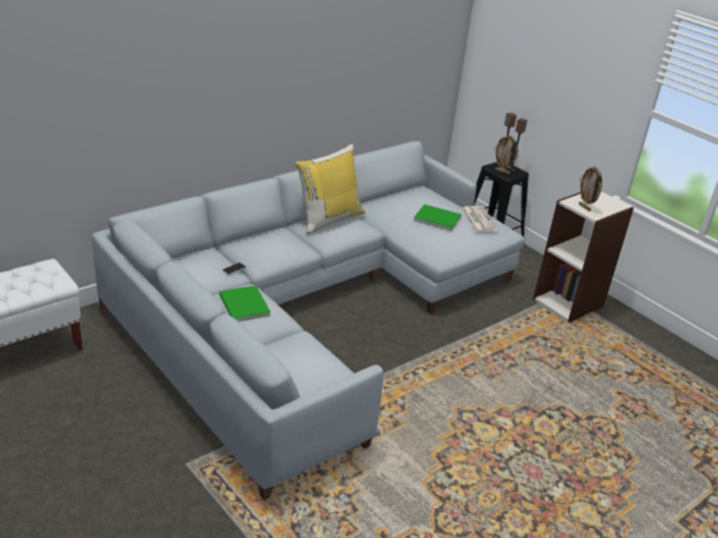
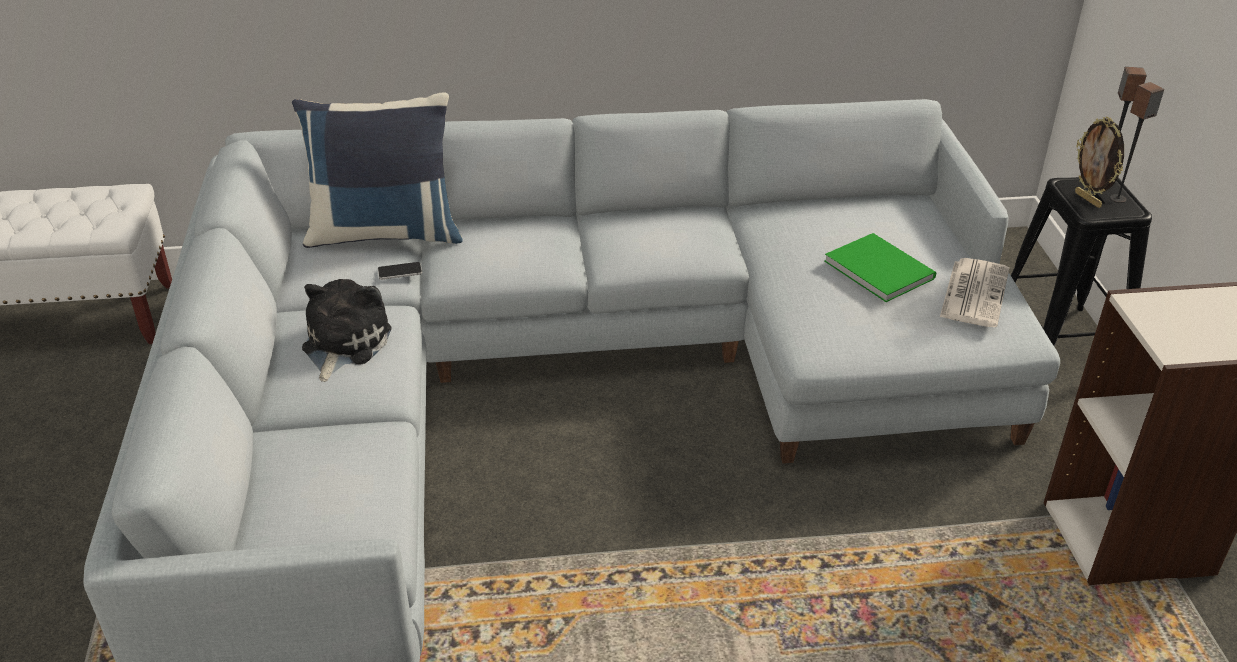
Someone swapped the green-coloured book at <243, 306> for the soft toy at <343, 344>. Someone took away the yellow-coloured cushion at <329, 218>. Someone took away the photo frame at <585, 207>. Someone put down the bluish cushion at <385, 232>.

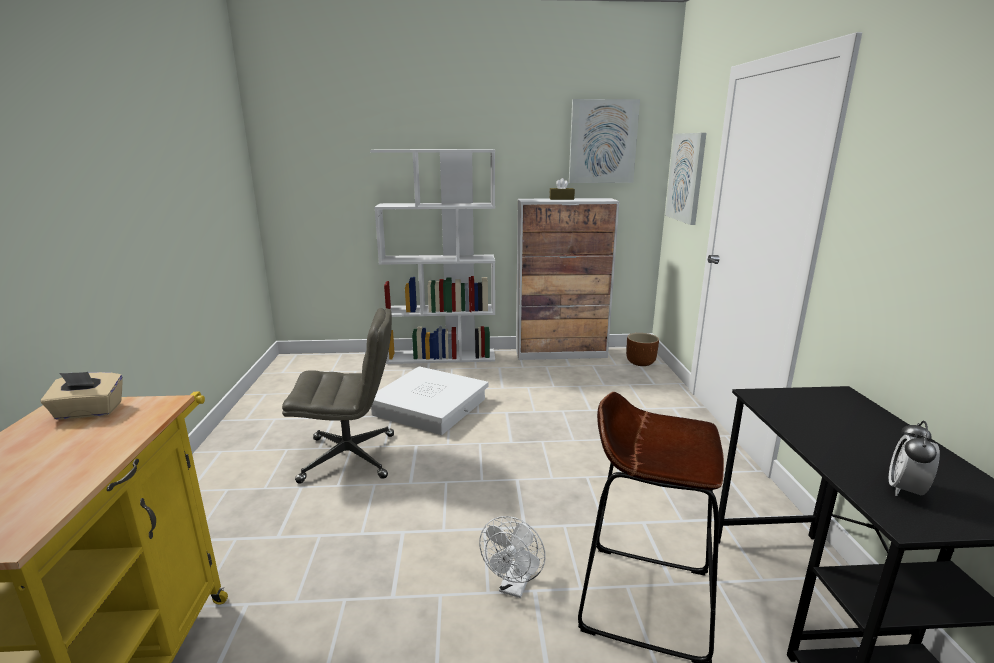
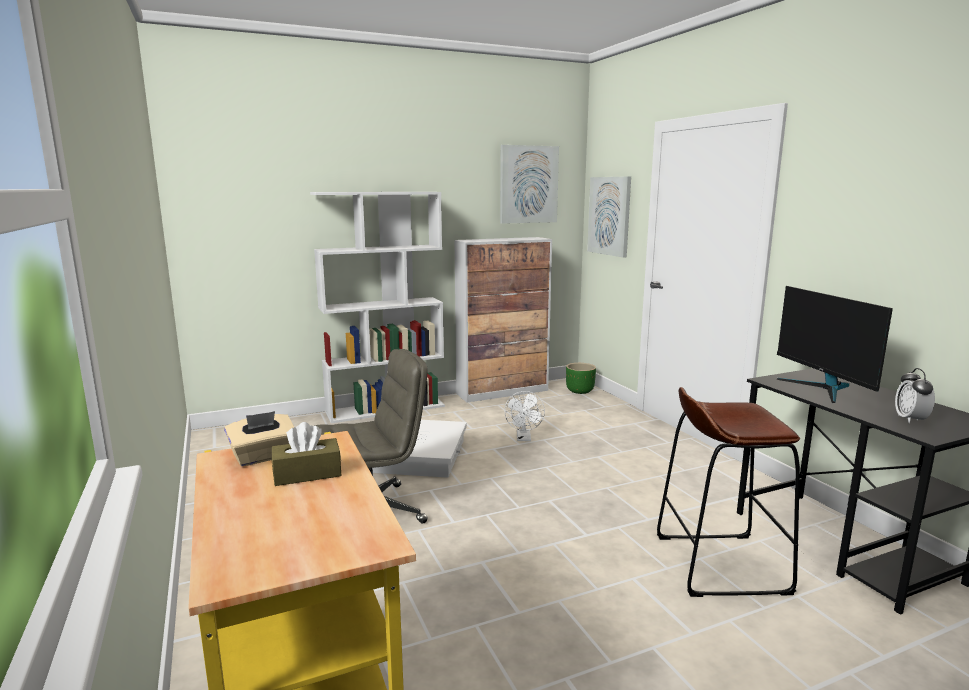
Someone carried the white-coloured cooling fan from <514, 587> to <524, 438>. Someone carried the brown-coloured box of tissues from <561, 199> to <307, 474>. Someone repainted the brown-coloured plant pot at <640, 362>, which became the green-coloured plant pot at <579, 391>. Someone put down the monitor at <823, 388>.

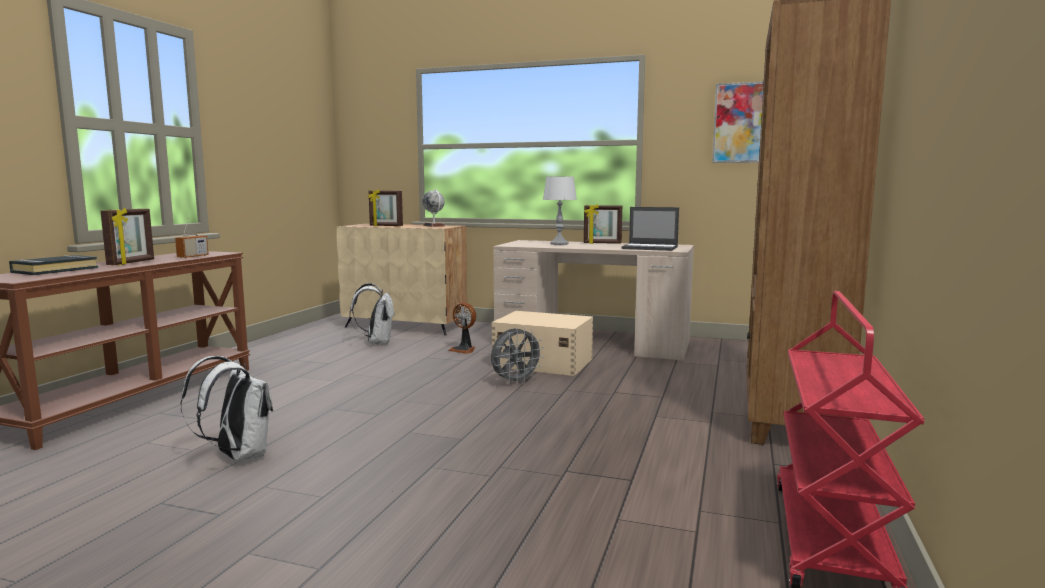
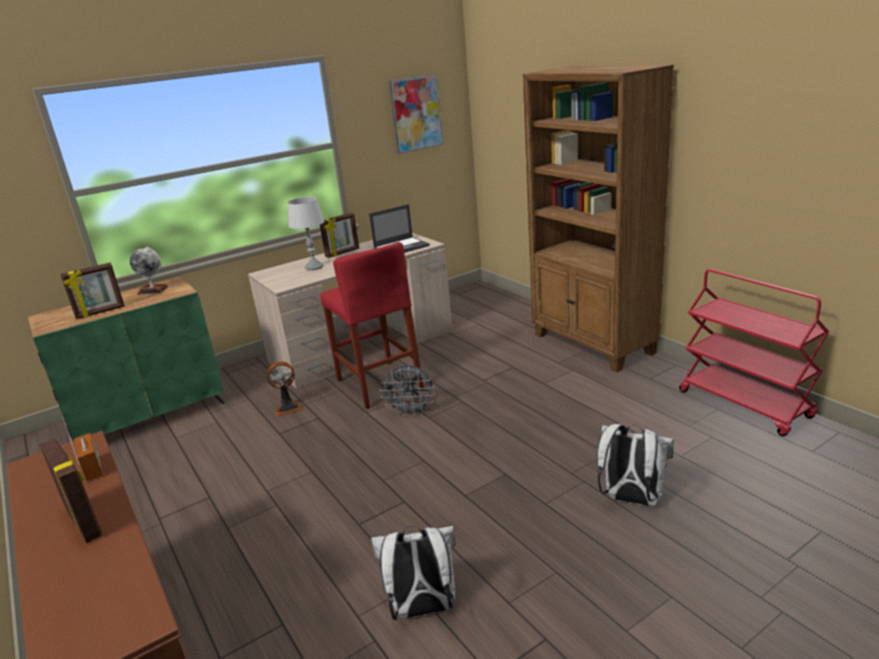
Someone took away the black book at <55, 270>. Someone repainted the sand-coloured cabinet at <406, 326>, which became the green-coloured cabinet at <151, 416>. Someone carried the white-coloured knapsack from <377, 343> to <631, 499>. Someone rotated the grey cooling fan at <515, 382> by 90 degrees clockwise. Someone swapped the sand-coloured storage container at <542, 362> for the red stool seat at <379, 384>.

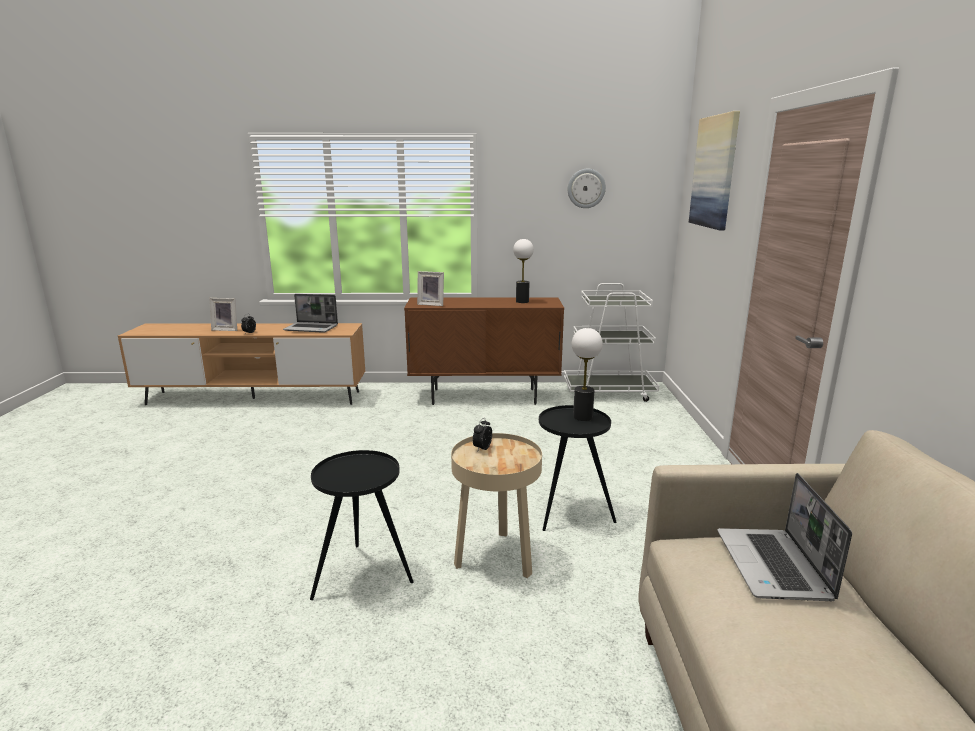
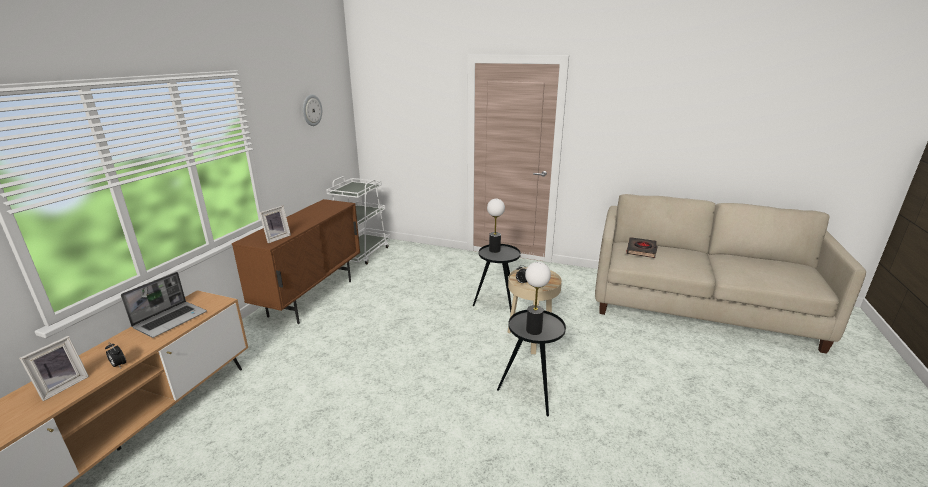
Someone carried the table lamp from <522, 301> to <533, 330>. Someone took away the wall picture at <715, 172>. Someone swapped the laptop at <774, 566> for the black book at <641, 250>.

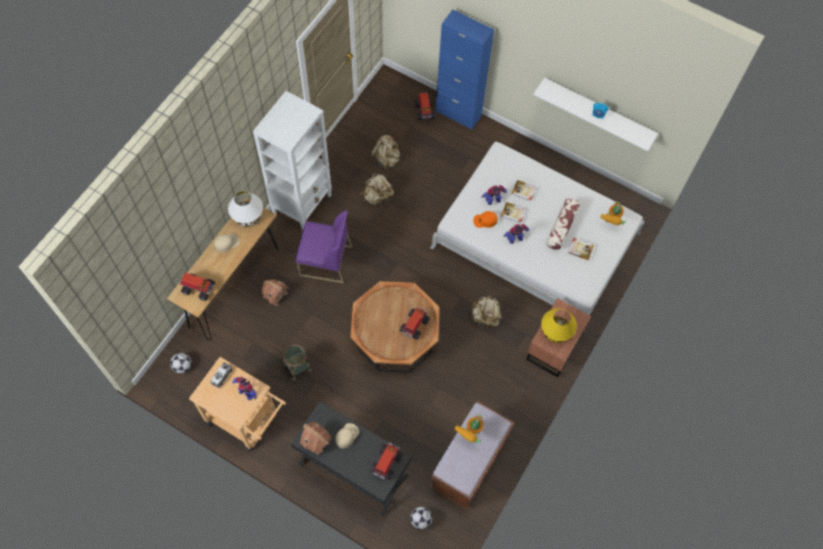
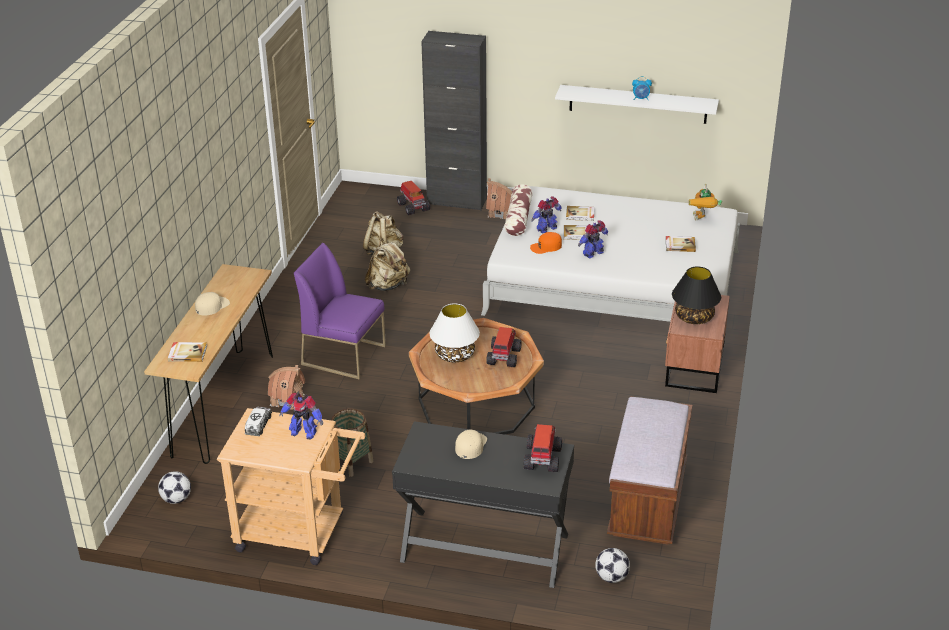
Someone swapped the model truck at <198, 288> for the book at <187, 353>. Someone carried the white-coloured table lamp from <248, 216> to <455, 355>. Someone took away the white-coloured bookshelf at <302, 204>. Someone rotated the purple-coloured chair at <325, 261> by 150 degrees counterclockwise. Someone carried the toy house from <317, 441> to <500, 213>. Someone repainted the bluish cabinet at <458, 113>, which became the black cabinet at <457, 201>. Someone took away the model robot at <470, 434>. Someone took away the sand-coloured knapsack at <485, 317>. Someone repainted the yellow-coloured table lamp at <556, 331>, which became the black table lamp at <694, 317>. Someone carried the cushion from <562, 227> to <518, 218>.

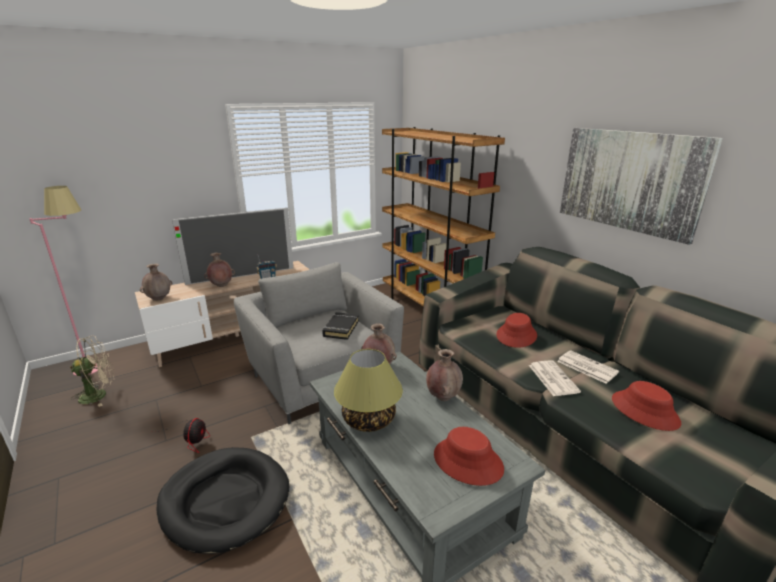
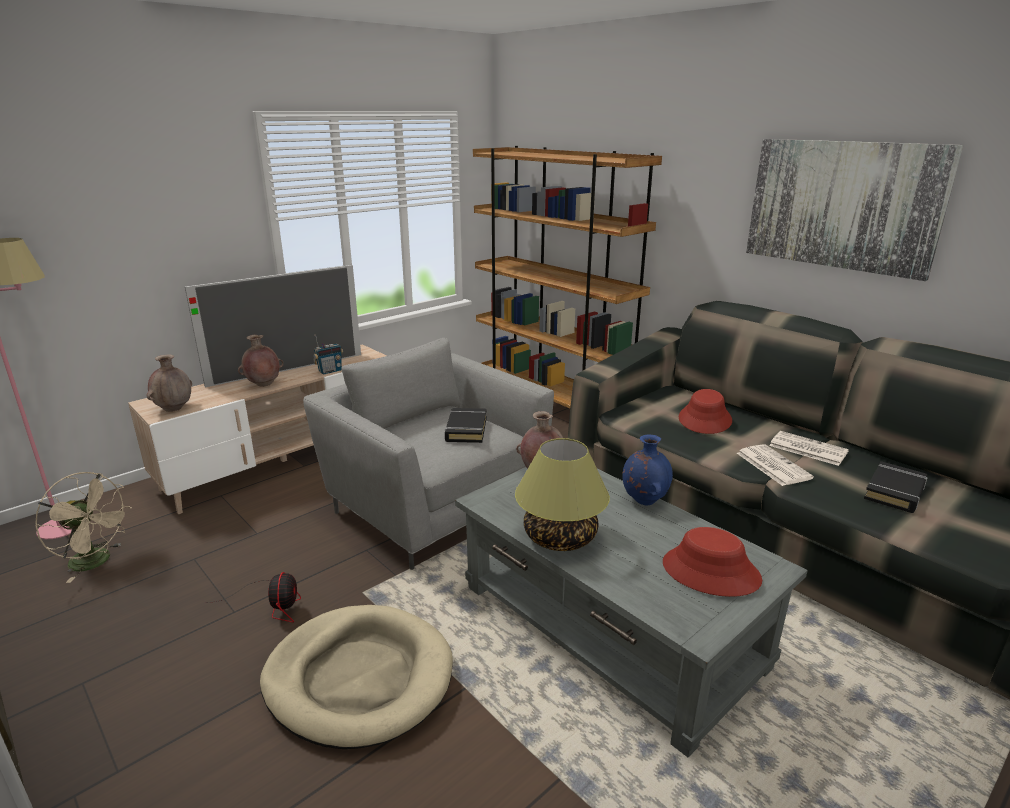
Someone rotated the sand-coloured cooling fan at <99, 395> by 60 degrees clockwise. Someone repainted the black pet bed at <225, 500>, which became the sand-coloured pet bed at <359, 678>. Someone repainted the brown-coloured decorative vase at <443, 396>, which became the bluish decorative vase at <644, 500>. Someone swapped the red hat at <645, 411> for the black book at <895, 492>.

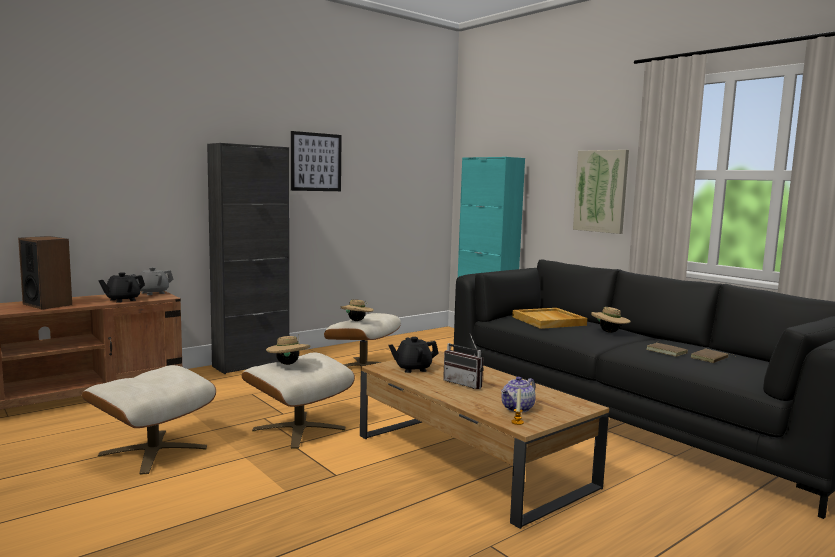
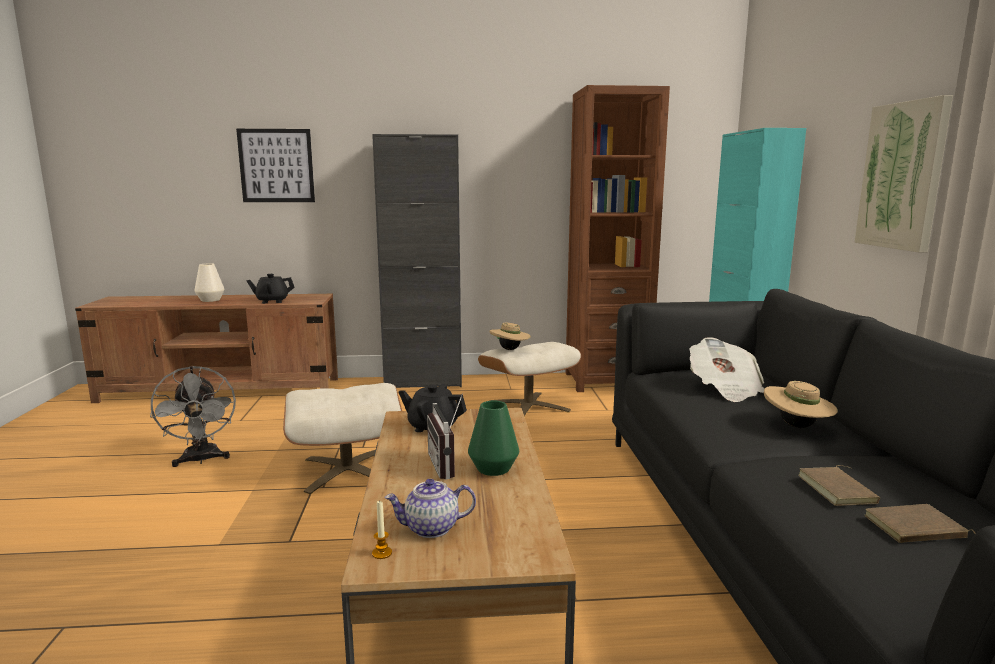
Someone swapped the audio speaker at <47, 304> for the white-coloured decorative vase at <210, 300>. Someone swapped the sand-coloured footrest at <153, 451> for the grey cooling fan at <201, 460>. Someone took away the grey teapot at <152, 293>. Someone took away the sand-coloured hat at <288, 364>. Someone carried the wall picture from <316, 162> to <276, 166>. Someone swapped the sand-coloured serving tray at <549, 321> for the newspaper at <724, 389>. Someone put down the green-coloured decorative vase at <493, 468>. Someone put down the brown-coloured bookshelf at <606, 381>.

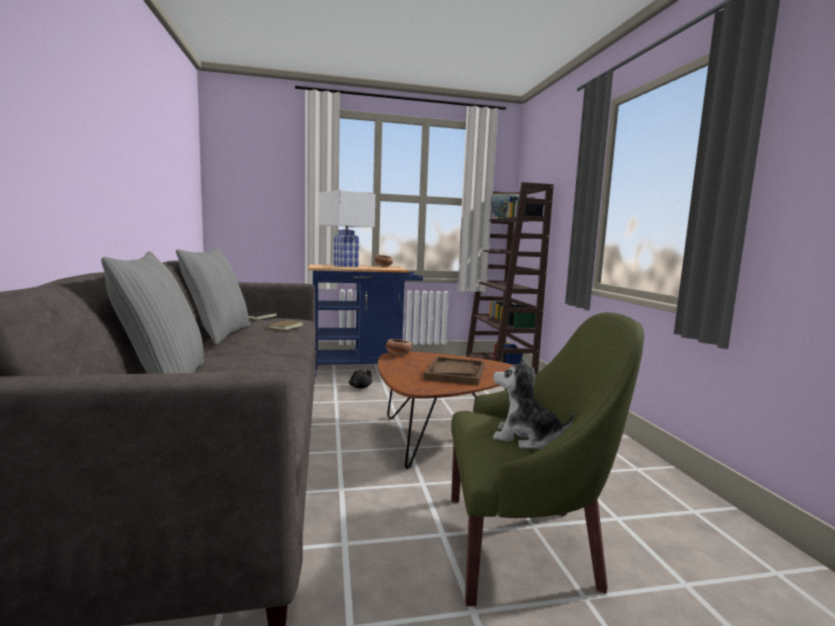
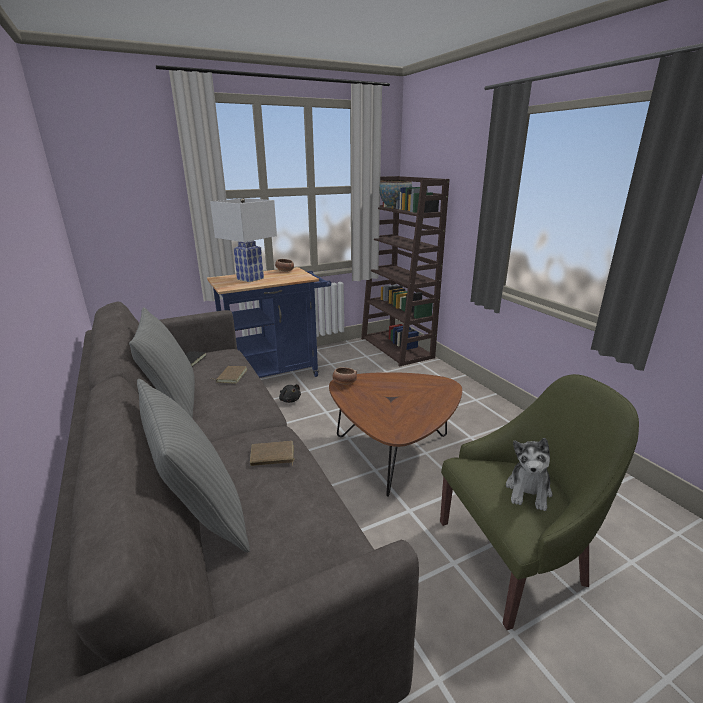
Someone took away the brown-coloured serving tray at <455, 372>. Someone rotated the soft toy at <525, 438> by 75 degrees counterclockwise. Someone put down the brown-coloured book at <272, 457>.

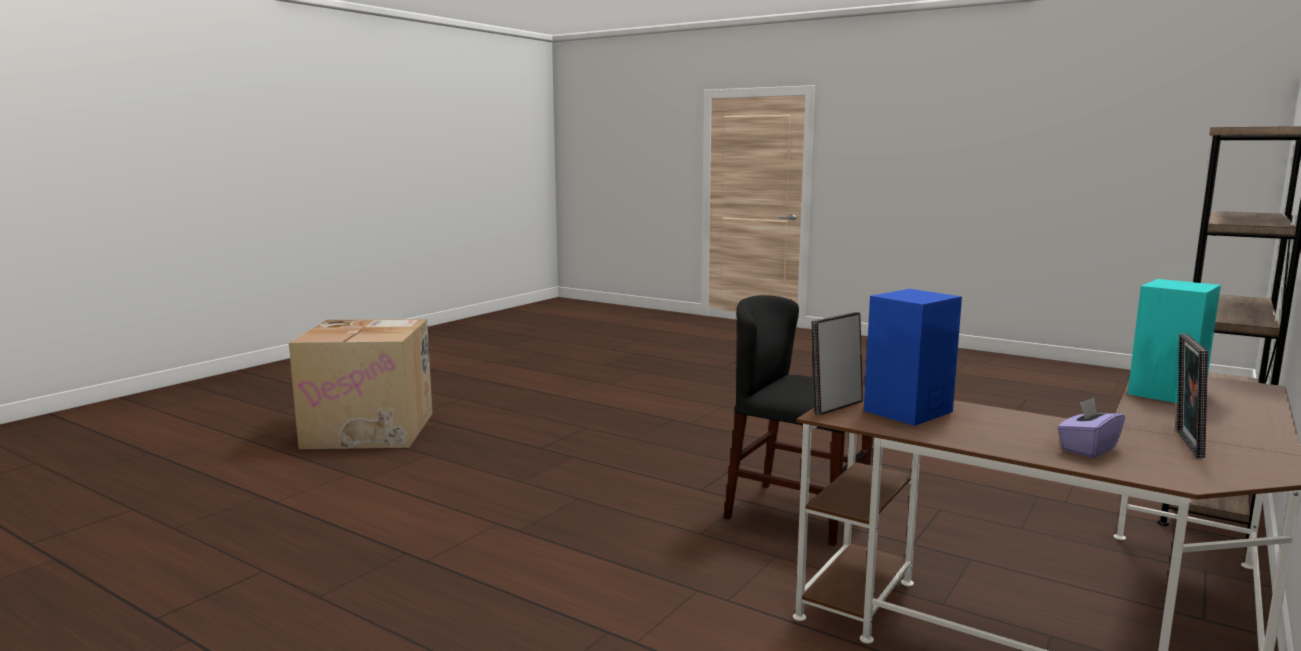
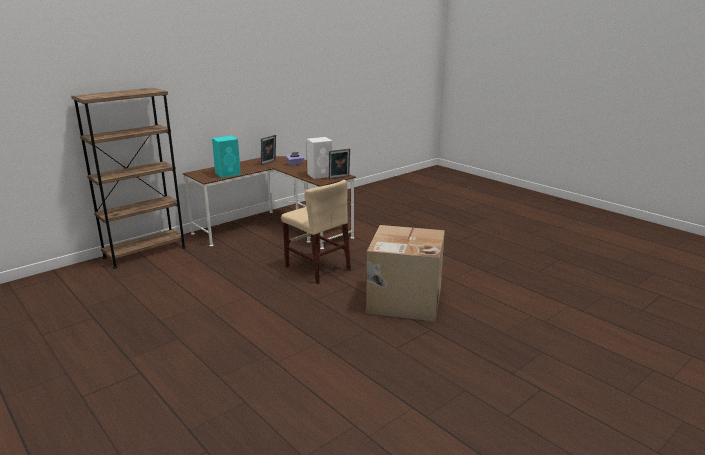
Someone carried the carton from <371, 429> to <403, 301>. Someone repainted the black chair at <796, 513>, which became the sand-coloured chair at <317, 268>. Someone repainted the bluish audio speaker at <906, 412>, which became the white-coloured audio speaker at <320, 175>.

